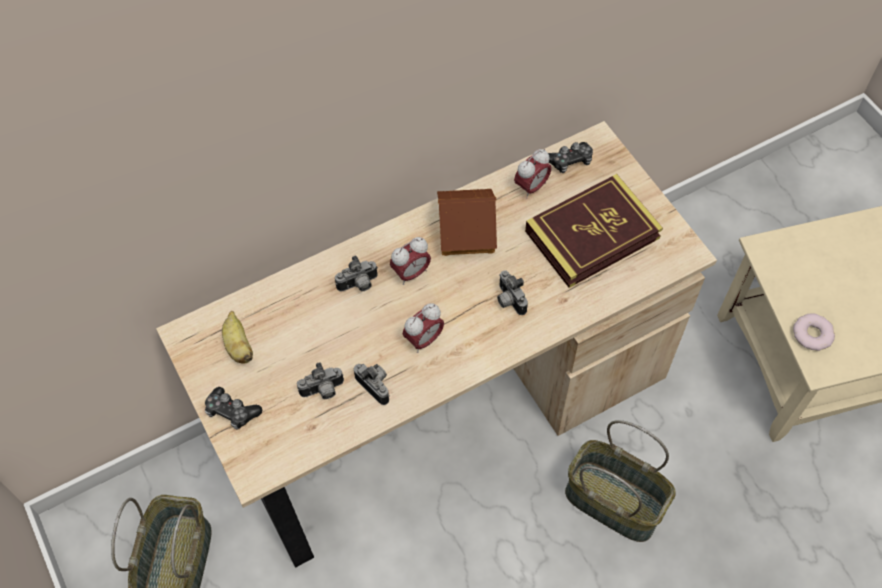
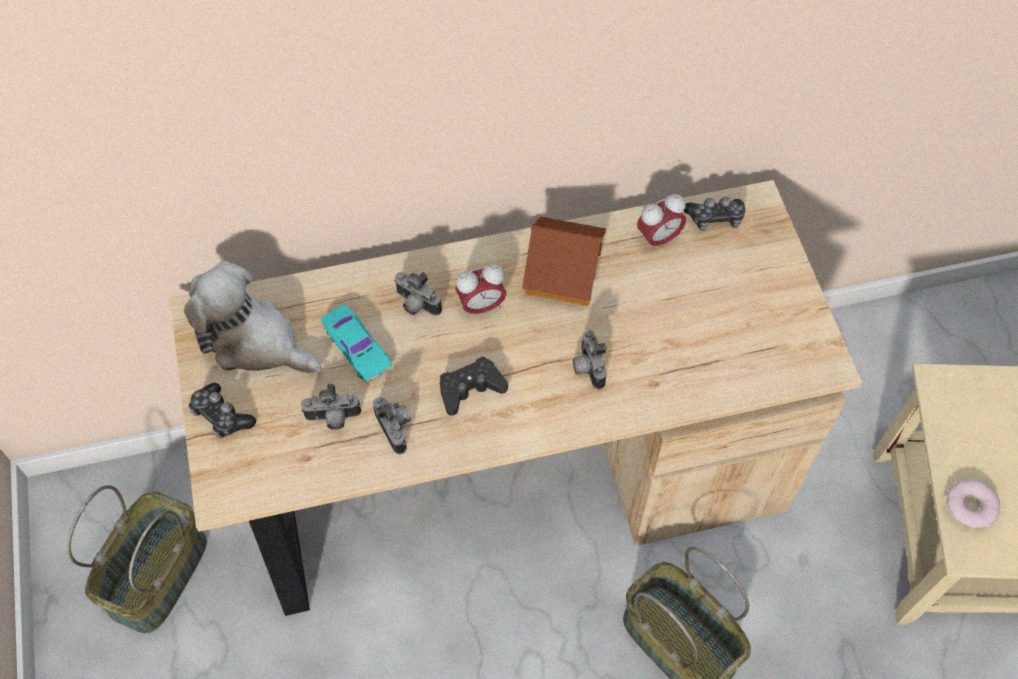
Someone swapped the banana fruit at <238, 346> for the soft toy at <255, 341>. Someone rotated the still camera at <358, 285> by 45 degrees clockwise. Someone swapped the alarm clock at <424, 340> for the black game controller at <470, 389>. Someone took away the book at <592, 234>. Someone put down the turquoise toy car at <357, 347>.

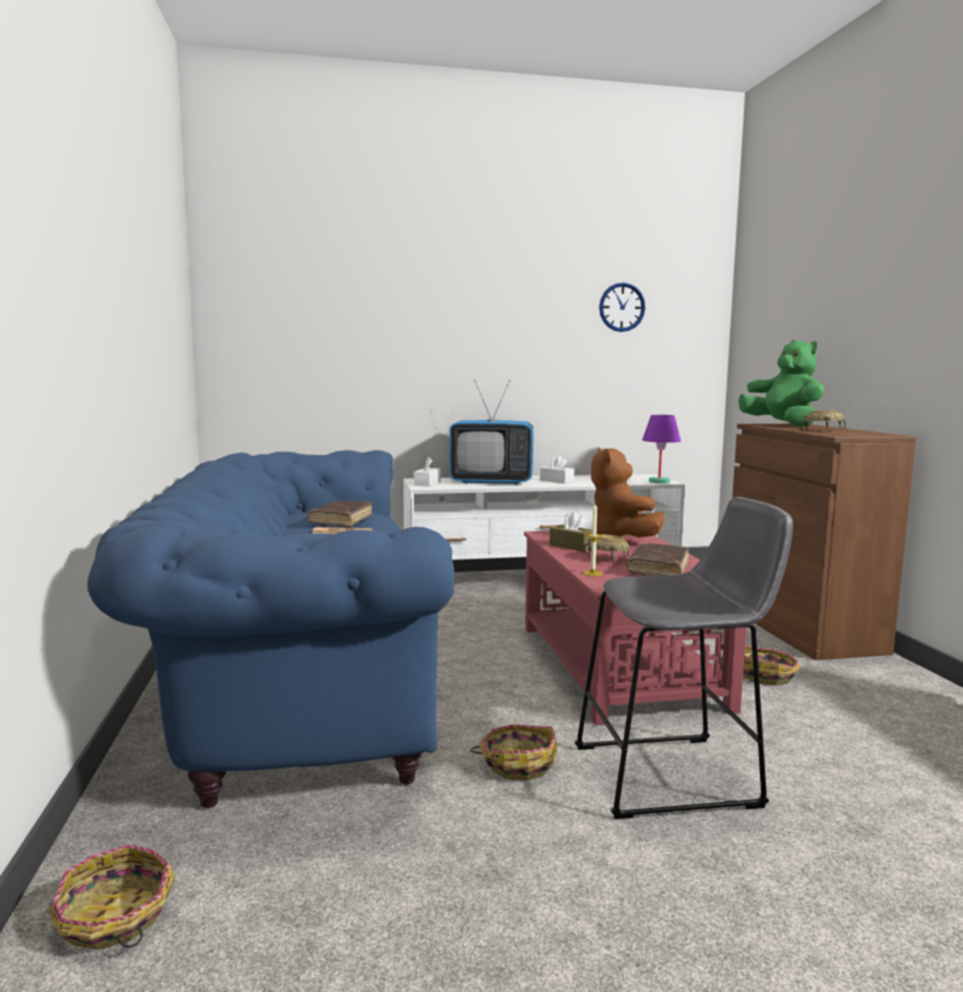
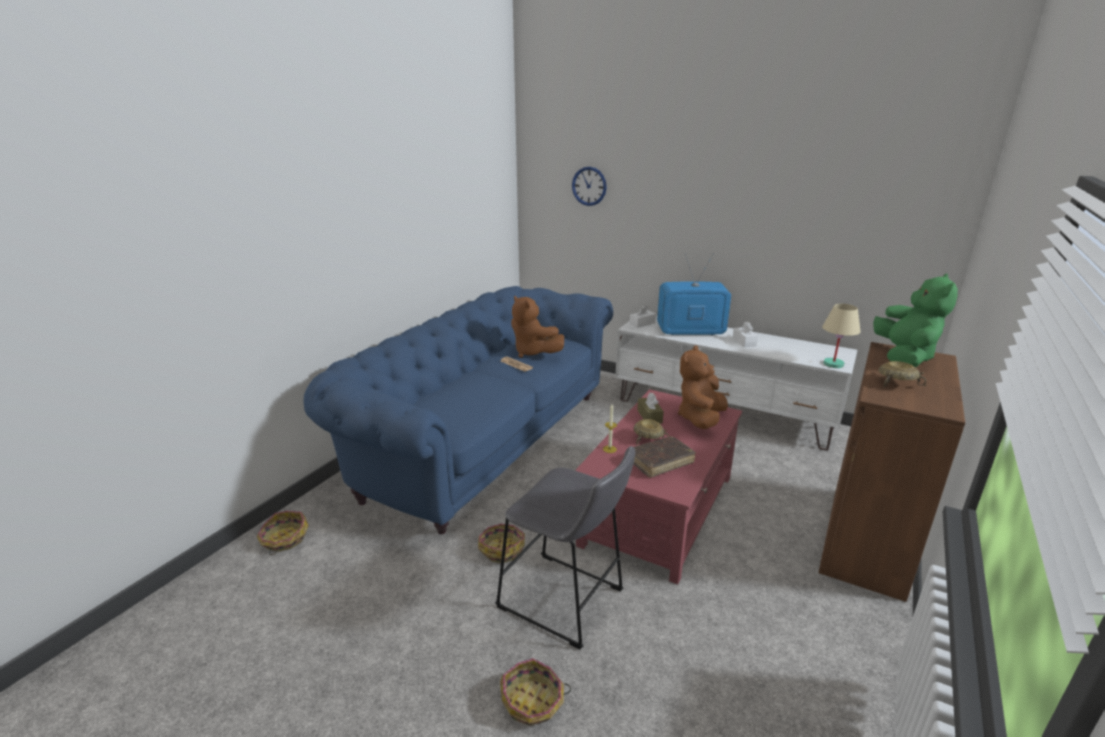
Someone swapped the brown-coloured book at <341, 521> for the brown-coloured soft toy at <533, 352>. Someone rotated the TV at <491, 482> by 135 degrees clockwise. Someone carried the hanging clock from <622, 307> to <589, 186>. Someone repainted the purple-coloured table lamp at <659, 482>, which became the sand-coloured table lamp at <834, 364>. Someone carried the basket from <766, 675> to <533, 701>.

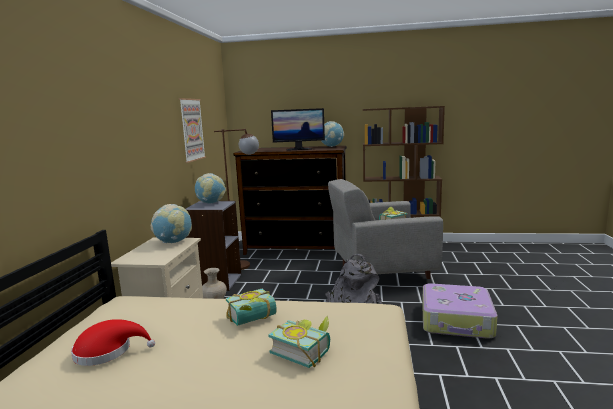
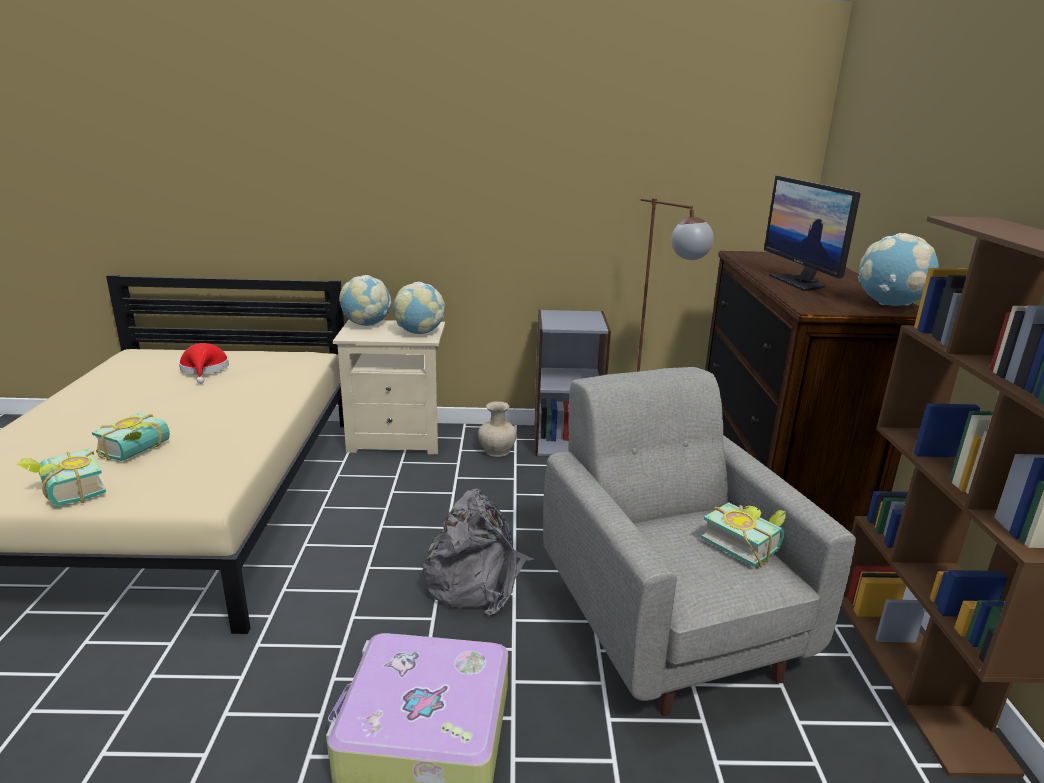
Someone took away the wall picture at <192, 129>. Someone carried the world globe from <211, 203> to <367, 324>. Someone carried the book from <253, 319> to <66, 493>.

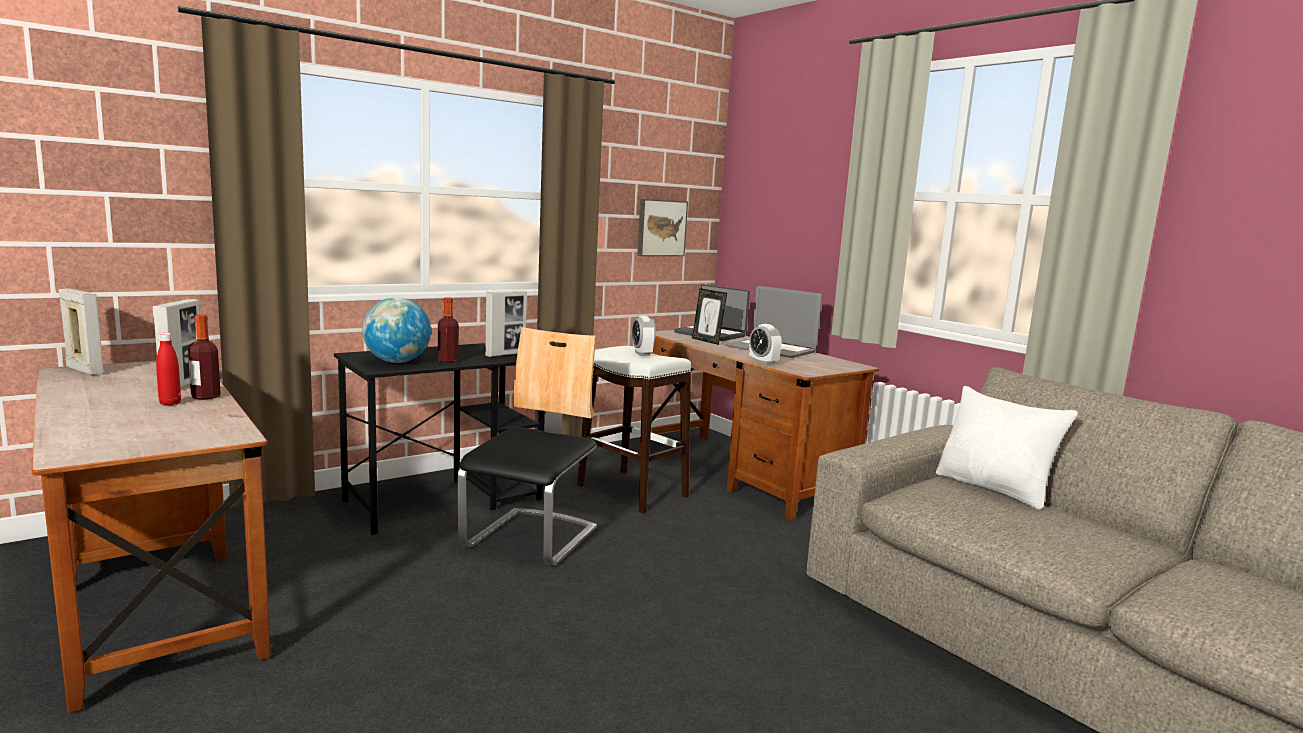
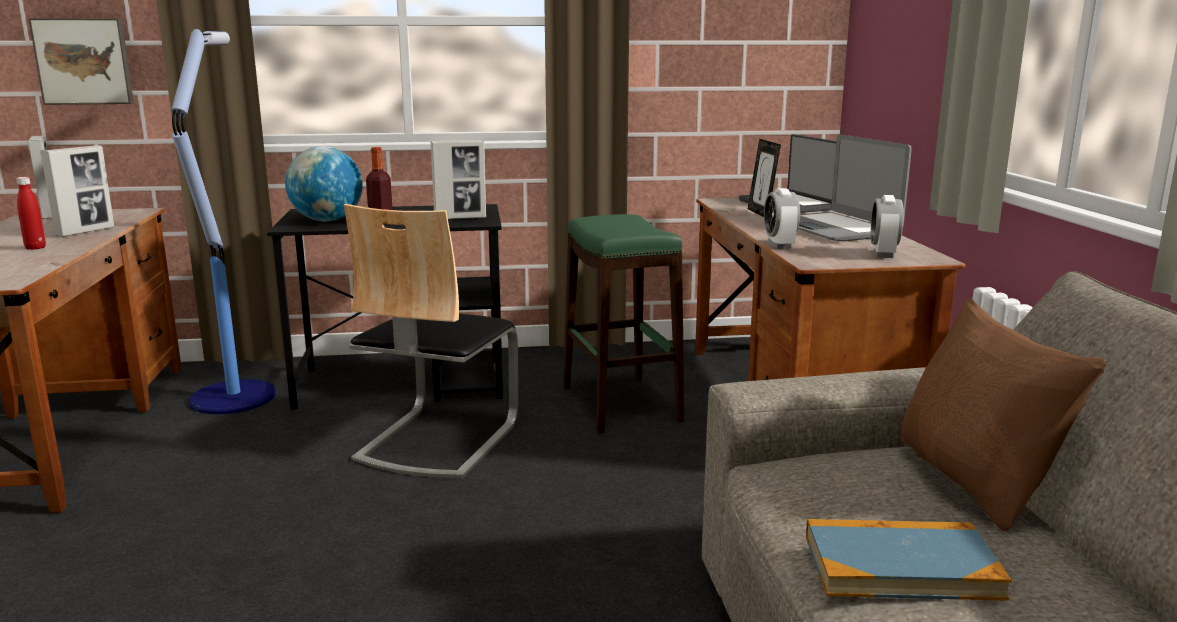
Someone took away the beverage bottle at <205, 397>. Someone rotated the chair at <532, 538> by 150 degrees clockwise. Someone repainted the white-coloured stool seat at <631, 491>, which became the green-coloured stool seat at <620, 403>. Someone carried the alarm clock from <642, 354> to <883, 254>. Someone carried the wall picture from <660, 228> to <84, 61>. Someone repainted the white-coloured cushion at <994, 489>, which became the brown-coloured cushion at <975, 481>. Someone put down the standard lamp at <235, 396>. Someone put down the book at <900, 566>.

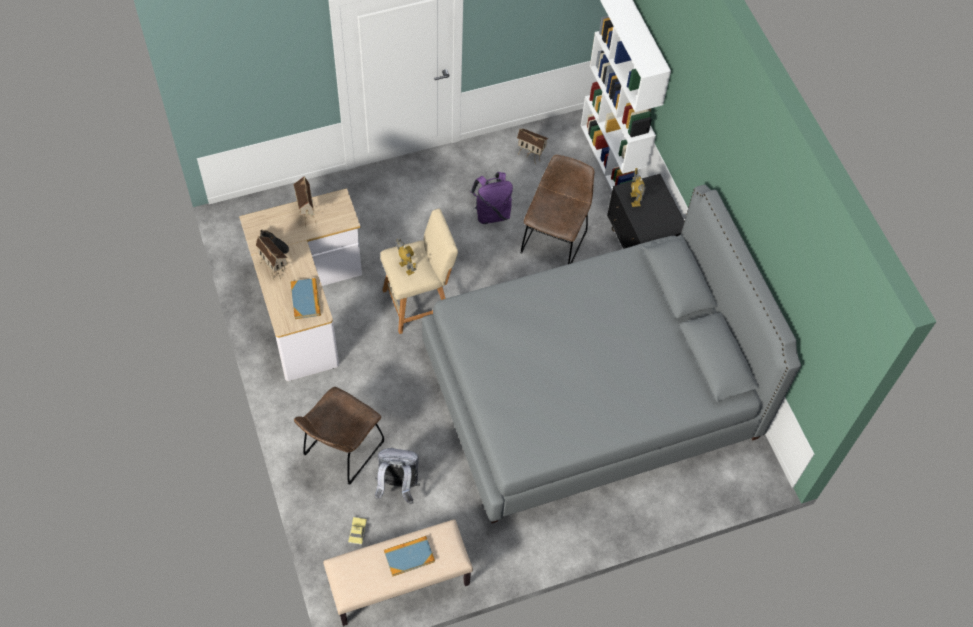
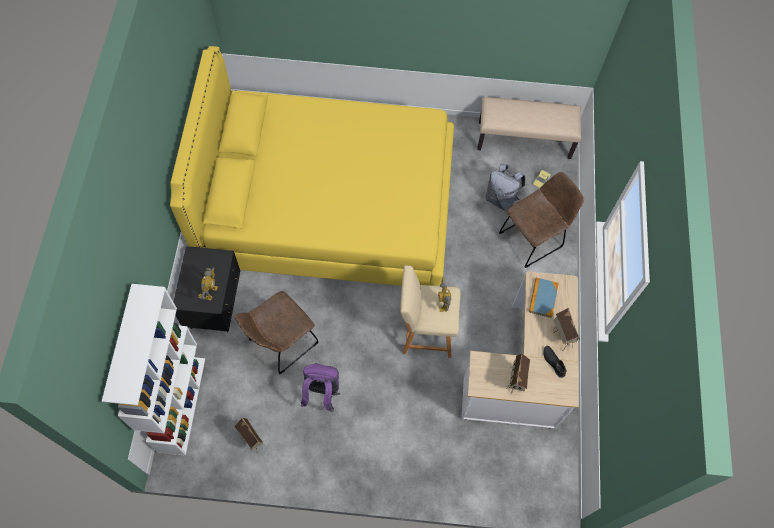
Someone took away the book at <409, 556>. Someone repainted the grey sleeping bed at <590, 392>, which became the yellow-coloured sleeping bed at <329, 207>.

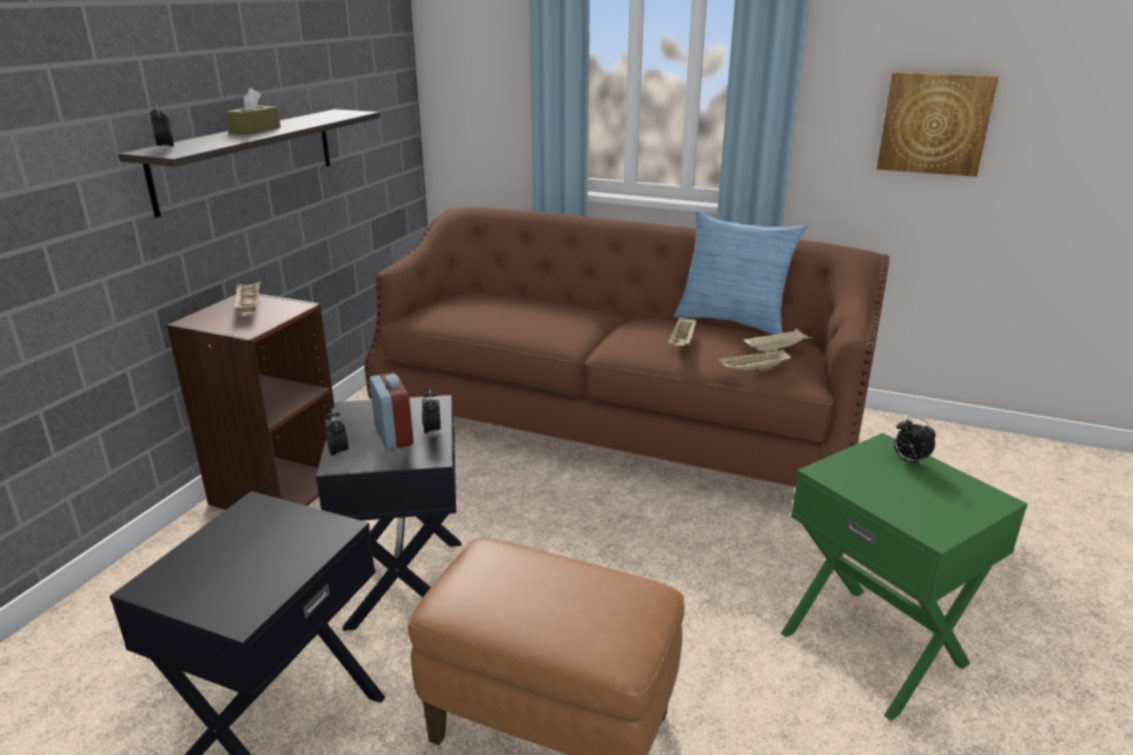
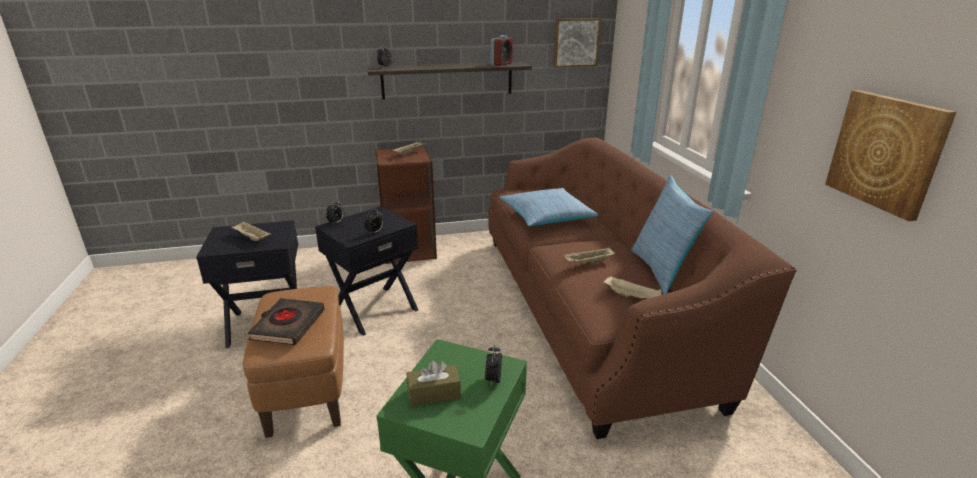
Someone carried the brown-coloured box of tissues from <255, 130> to <434, 393>. Someone carried the alarm clock from <393, 435> to <501, 64>. Someone carried the sand-coloured serving tray from <753, 371> to <251, 238>. Someone put down the black book at <288, 325>. Someone put down the cushion at <546, 216>. Someone put up the wall picture at <575, 42>.

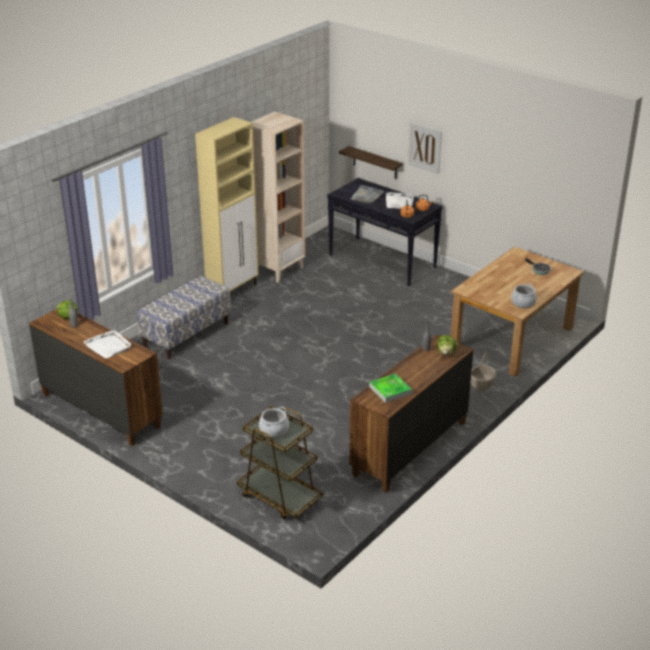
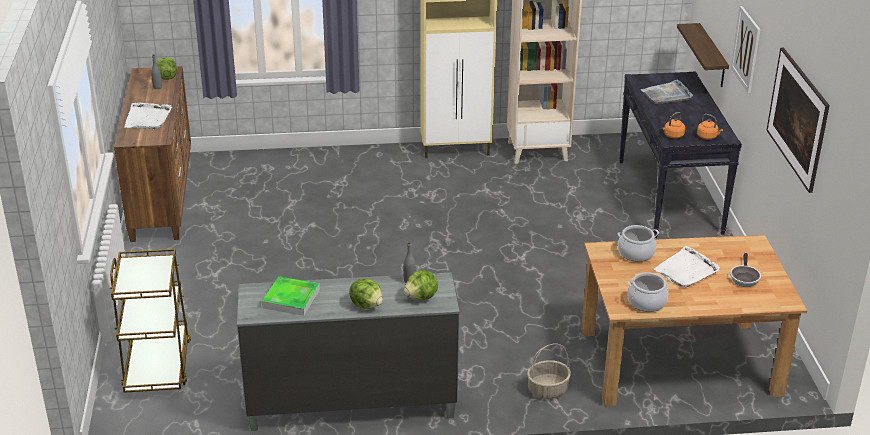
Someone took away the bench at <186, 334>. Someone carried the stockpot from <274, 430> to <636, 253>. Someone repainted the brown-coloured chest of drawers at <409, 448>, which became the grey chest of drawers at <350, 403>. Someone carried the white-coloured serving tray from <399, 202> to <686, 270>. Someone put down the lettuce at <367, 304>. Someone put up the wall picture at <793, 139>.

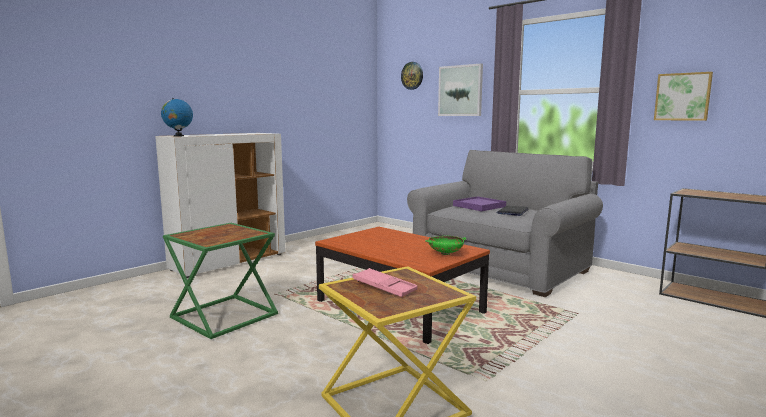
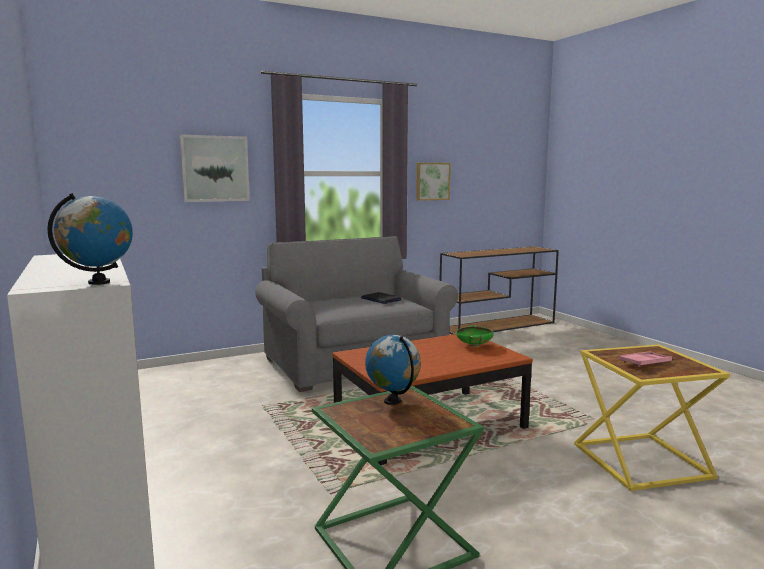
Someone took away the hanging clock at <412, 75>. Someone took away the purple-coloured serving tray at <479, 206>. Someone put down the world globe at <393, 401>.

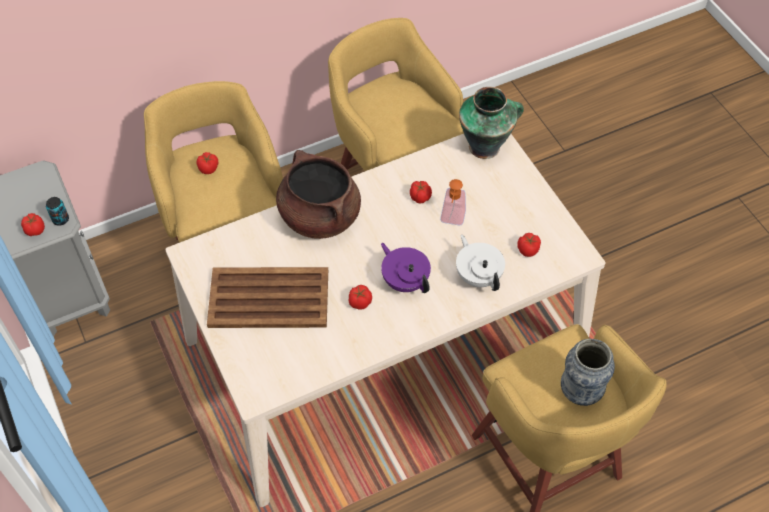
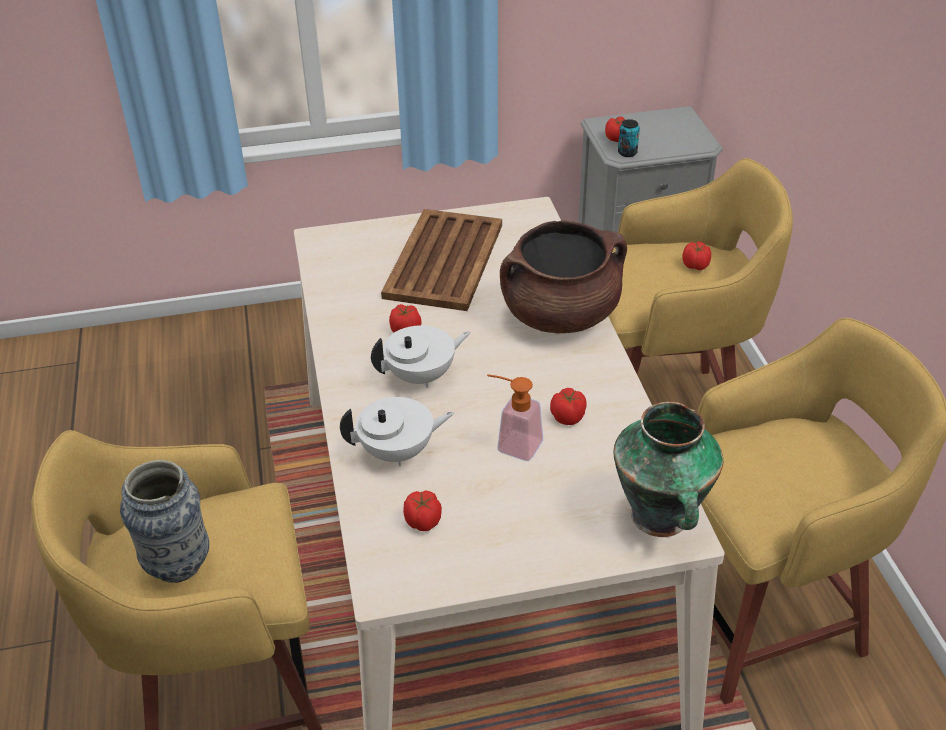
Someone repainted the purple-coloured teapot at <405, 280>, which became the white-coloured teapot at <422, 376>.

